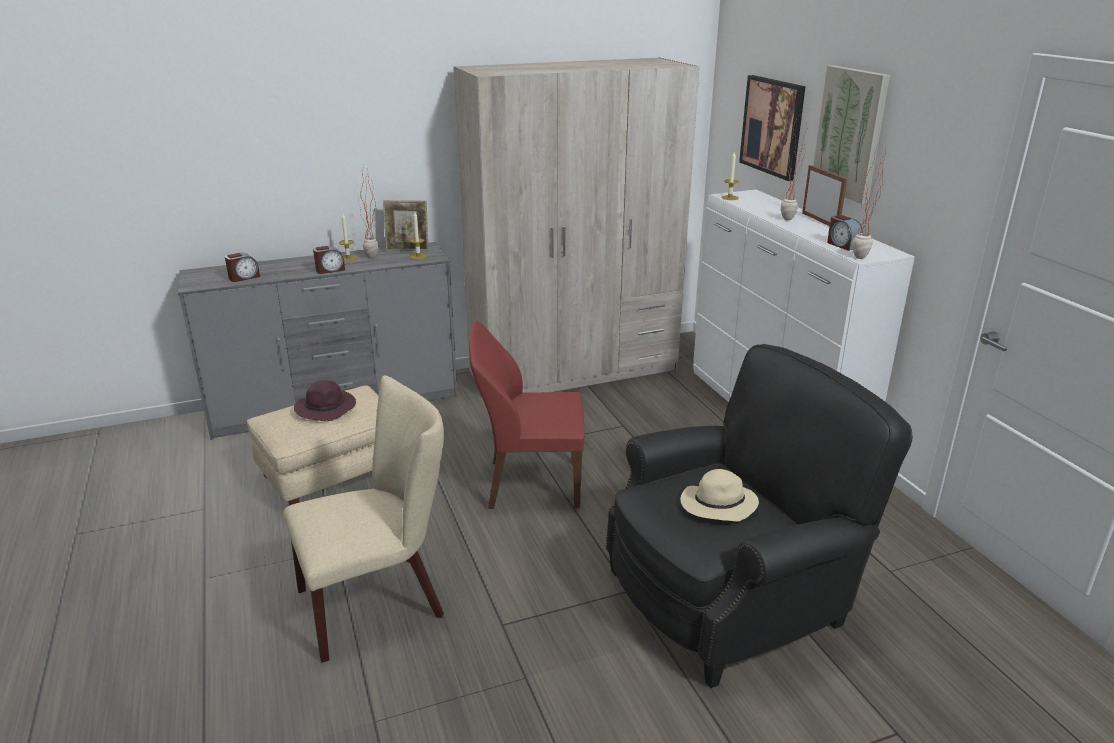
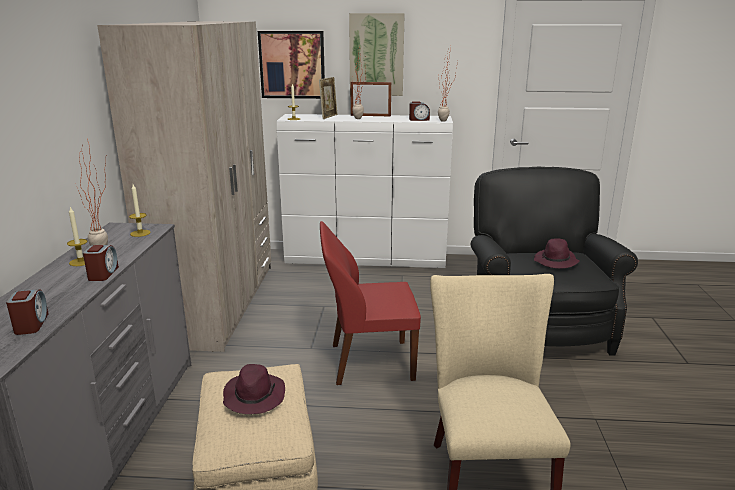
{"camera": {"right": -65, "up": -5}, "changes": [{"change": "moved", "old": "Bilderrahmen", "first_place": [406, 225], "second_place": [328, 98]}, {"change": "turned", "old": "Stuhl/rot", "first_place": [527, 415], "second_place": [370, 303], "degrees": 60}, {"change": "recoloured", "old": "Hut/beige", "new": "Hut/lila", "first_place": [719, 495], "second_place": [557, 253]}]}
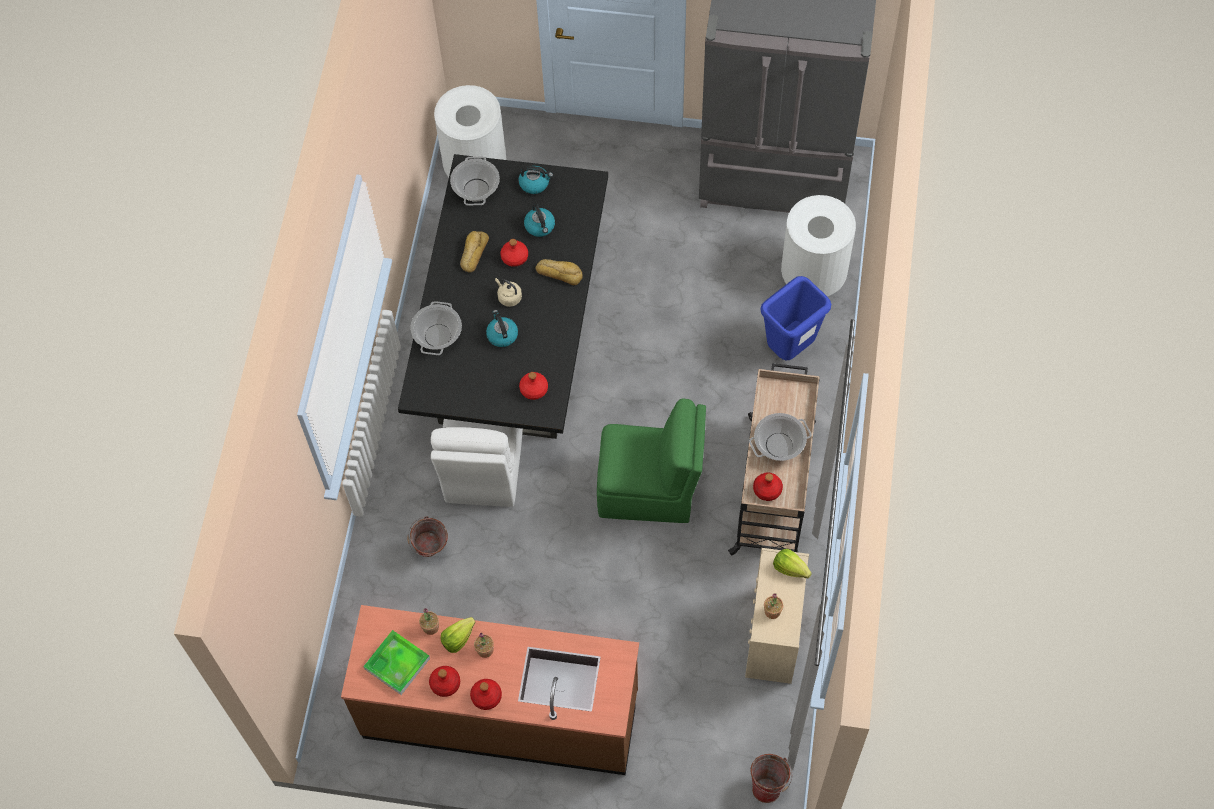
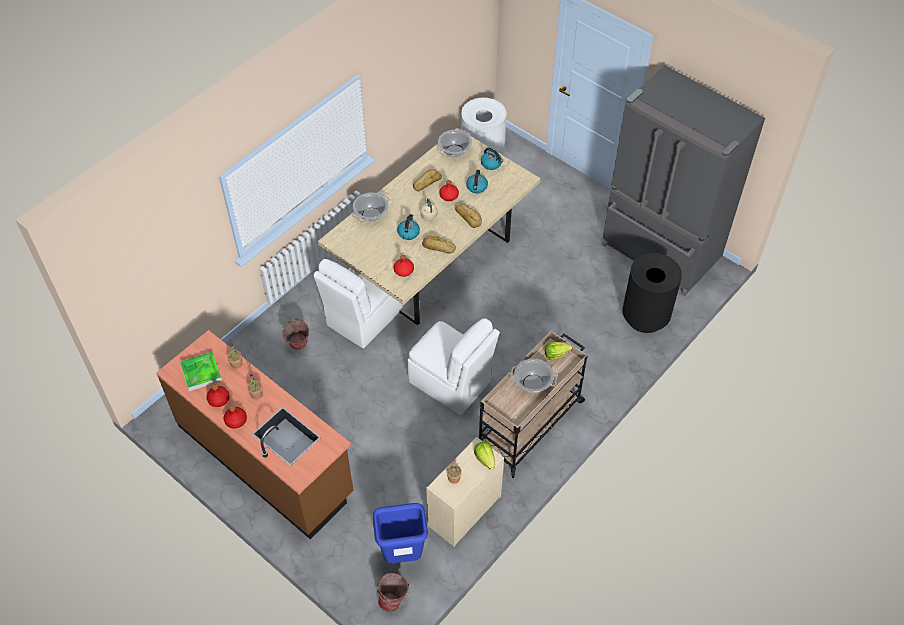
{"camera": {"right": 30, "up": -10}, "changes": [{"change": "recoloured", "old": "Esstisch/schwarz", "new": "Esstisch/beige", "first_place": [503, 296], "second_place": [429, 226]}, {"change": "recoloured", "old": "Mülleimer/weiß", "new": "Mülleimer/schwarz", "first_place": [818, 246], "second_place": [652, 293]}, {"change": "moved", "old": "Mülleimer/blau", "first_place": [795, 318], "second_place": [400, 533]}, {"change": "recoloured", "old": "Stuhl/grün", "new": "Stuhl/weiß", "first_place": [651, 460], "second_place": [454, 366]}, {"change": "removed", "old": "Flasche/rot", "first_place": [768, 487]}, {"change": "moved", "old": "Salatkopf", "first_place": [457, 635], "second_place": [558, 351]}, {"change": "added", "new": "Brot", "second_place": [439, 244]}]}
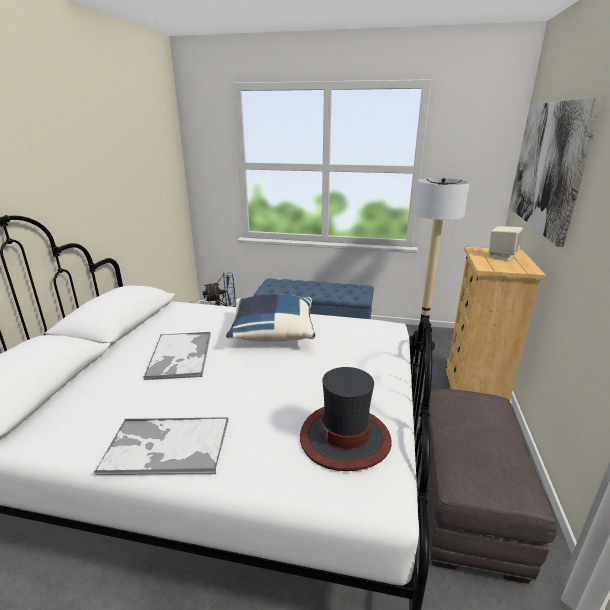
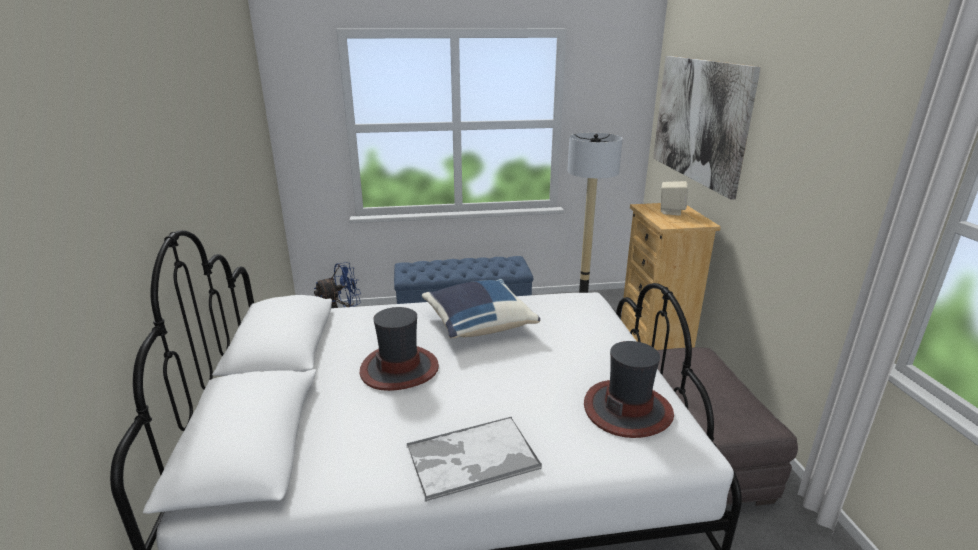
{"camera": {"right": -20, "up": 0}, "changes": [{"change": "replaced", "old": "Tablett", "new": "Hut", "first_place": [177, 356], "second_place": [399, 349]}]}
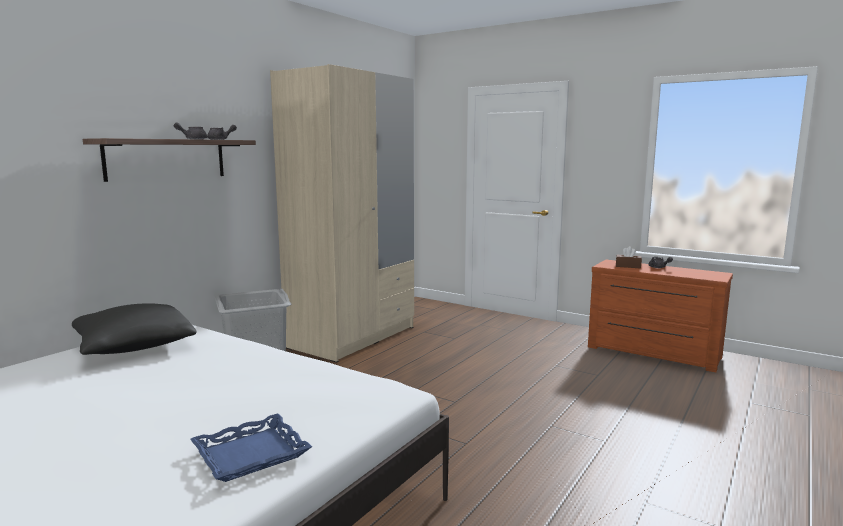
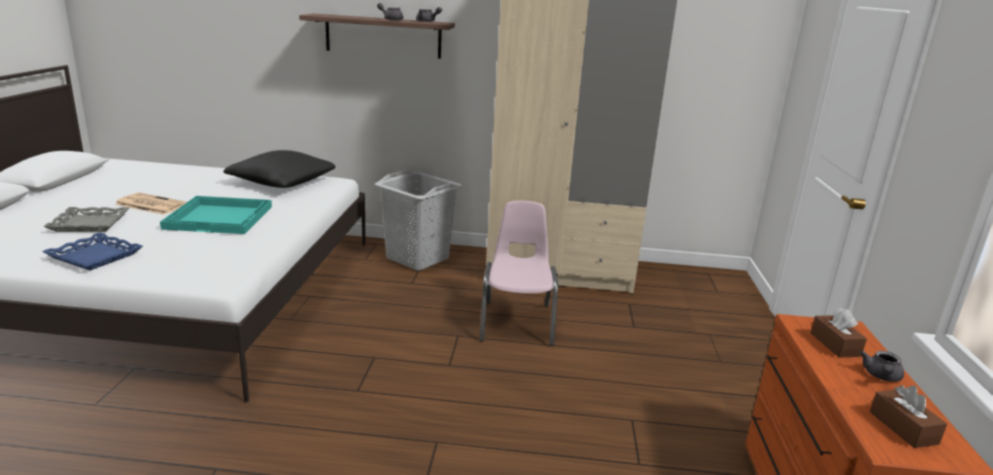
{"camera": {"right": 60, "up": 10}, "changes": [{"change": "added", "new": "Zeitung", "second_place": [150, 204]}, {"change": "added", "new": "Tablett/türkis", "second_place": [216, 215]}, {"change": "added", "new": "Stuhl/rosa", "second_place": [519, 273]}, {"change": "added", "new": "Tablett/grau", "second_place": [86, 219]}, {"change": "added", "new": "Taschentuchbox/braun", "second_place": [908, 416]}]}
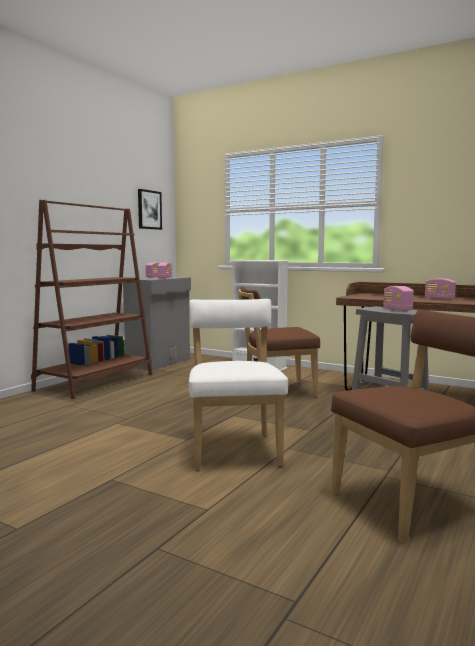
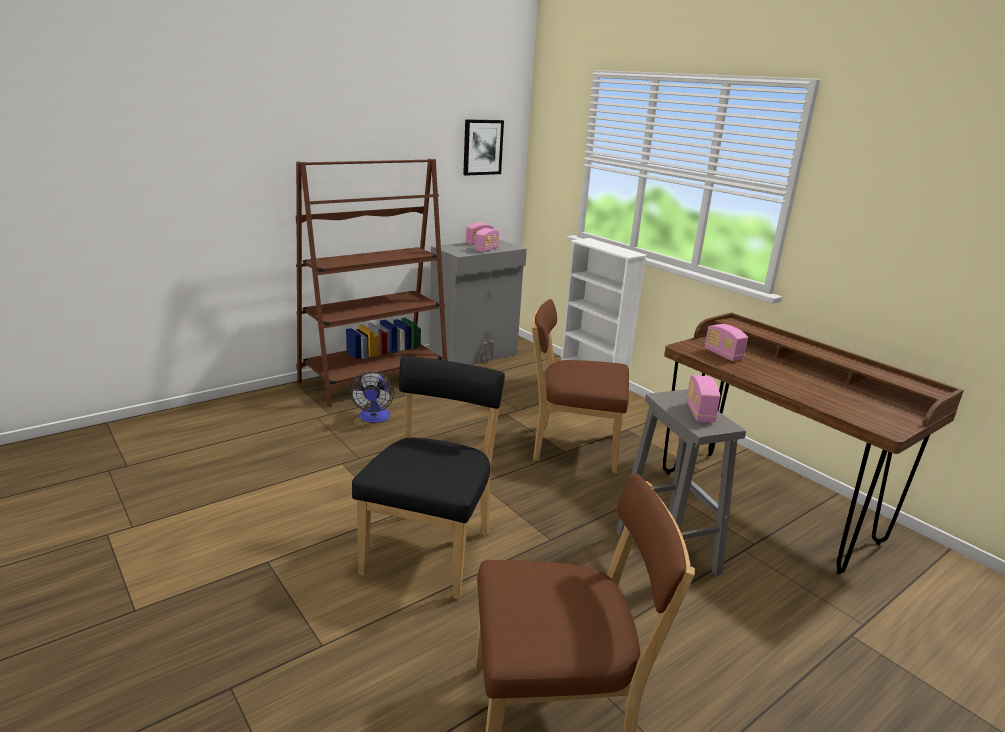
{"camera": {"right": 20, "up": 15}, "changes": [{"change": "moved", "old": "Radio", "first_place": [440, 289], "second_place": [726, 342]}, {"change": "recoloured", "old": "Stuhl/weiß", "new": "Stuhl/schwarz", "first_place": [238, 385], "second_place": [428, 477]}, {"change": "added", "new": "Ventilator", "second_place": [371, 397]}]}
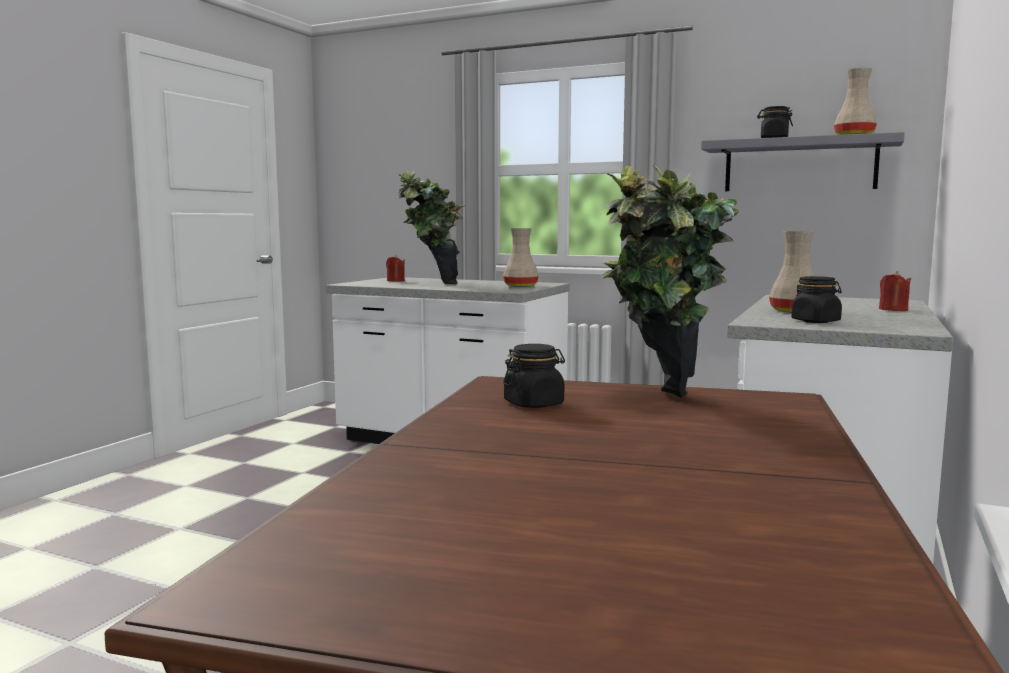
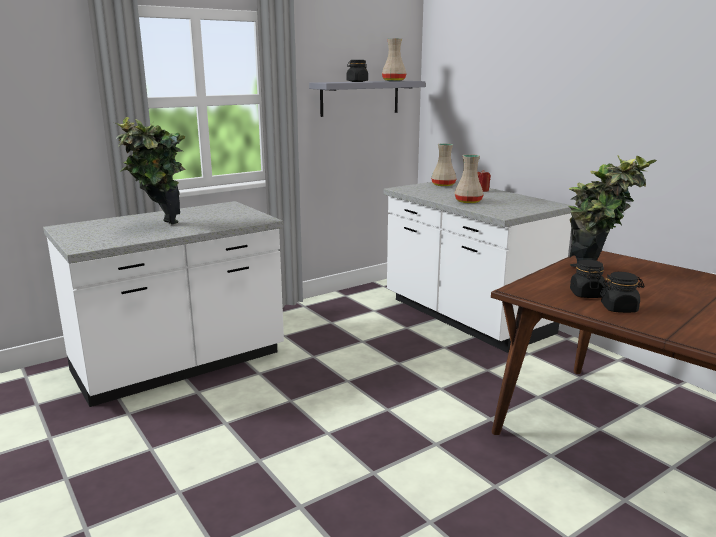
{"camera": {"right": -60, "up": 10}, "changes": [{"change": "moved", "old": "Vase/beige", "first_place": [521, 257], "second_place": [444, 164]}, {"change": "removed", "old": "Kerze/rot", "first_place": [395, 268]}, {"change": "moved", "old": "Vorratsglas/schwarz", "first_place": [816, 299], "second_place": [622, 292]}]}
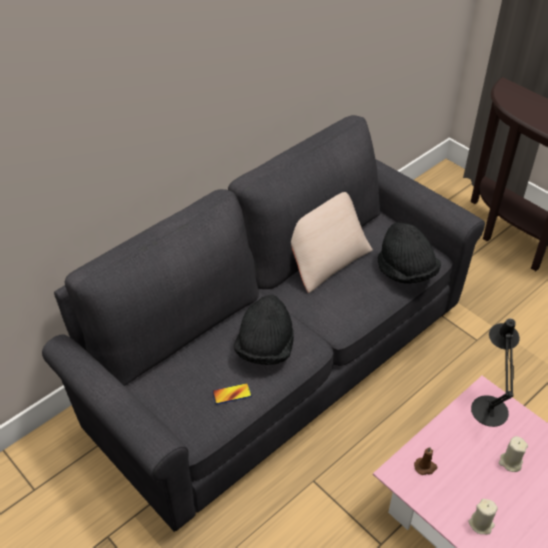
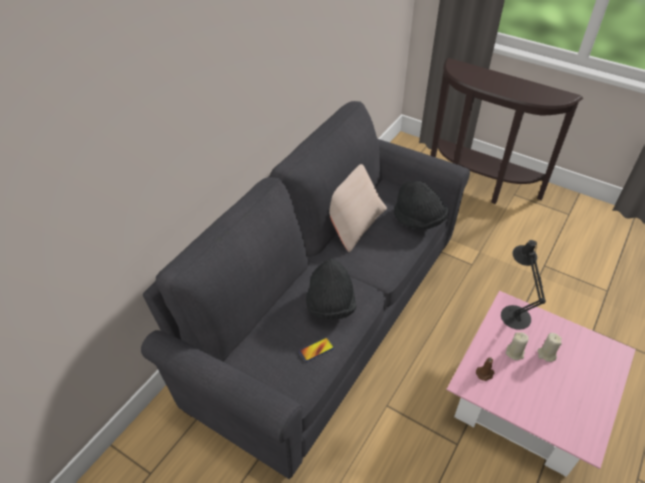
{"camera": {"right": -15, "up": 0}, "changes": [{"change": "moved", "old": "Kerze/beige", "first_place": [483, 517], "second_place": [517, 346]}]}
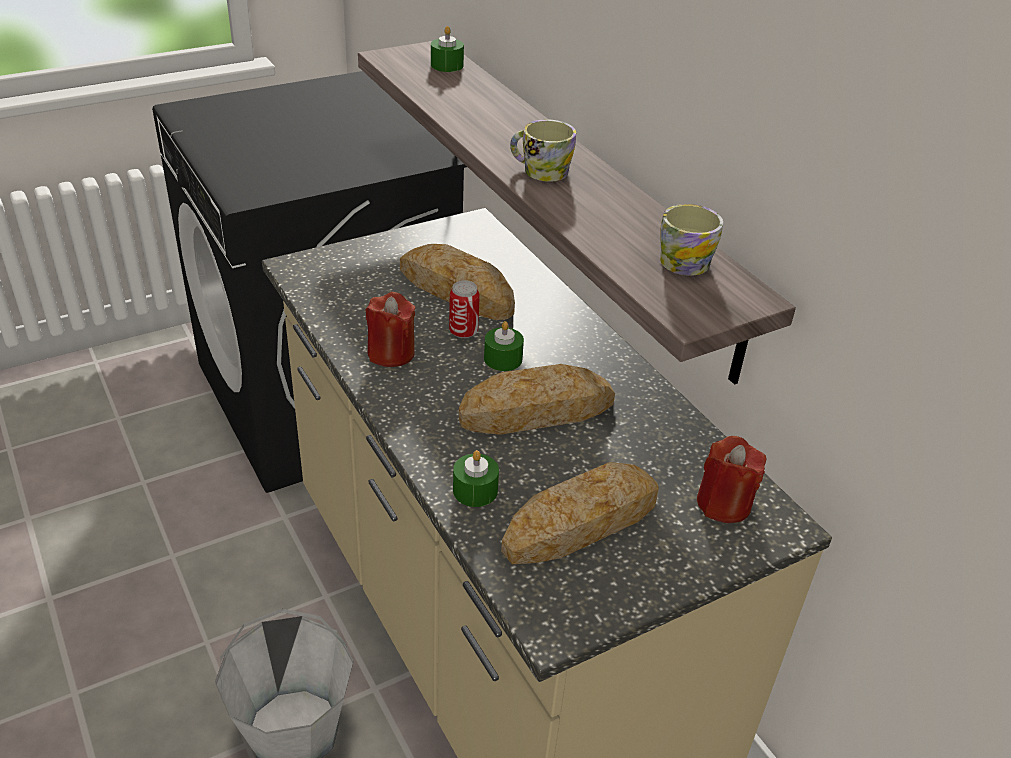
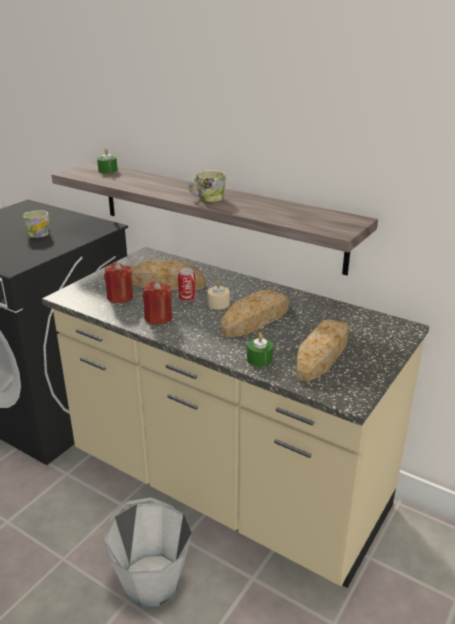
{"camera": {"right": -25, "up": -10}, "changes": [{"change": "moved", "old": "Henkelbecher", "first_place": [691, 240], "second_place": [36, 224]}, {"change": "recoloured", "old": "Kerze/grün", "new": "Kerze/beige", "first_place": [504, 346], "second_place": [219, 295]}, {"change": "moved", "old": "Kerze/rot", "first_place": [731, 479], "second_place": [118, 282]}]}
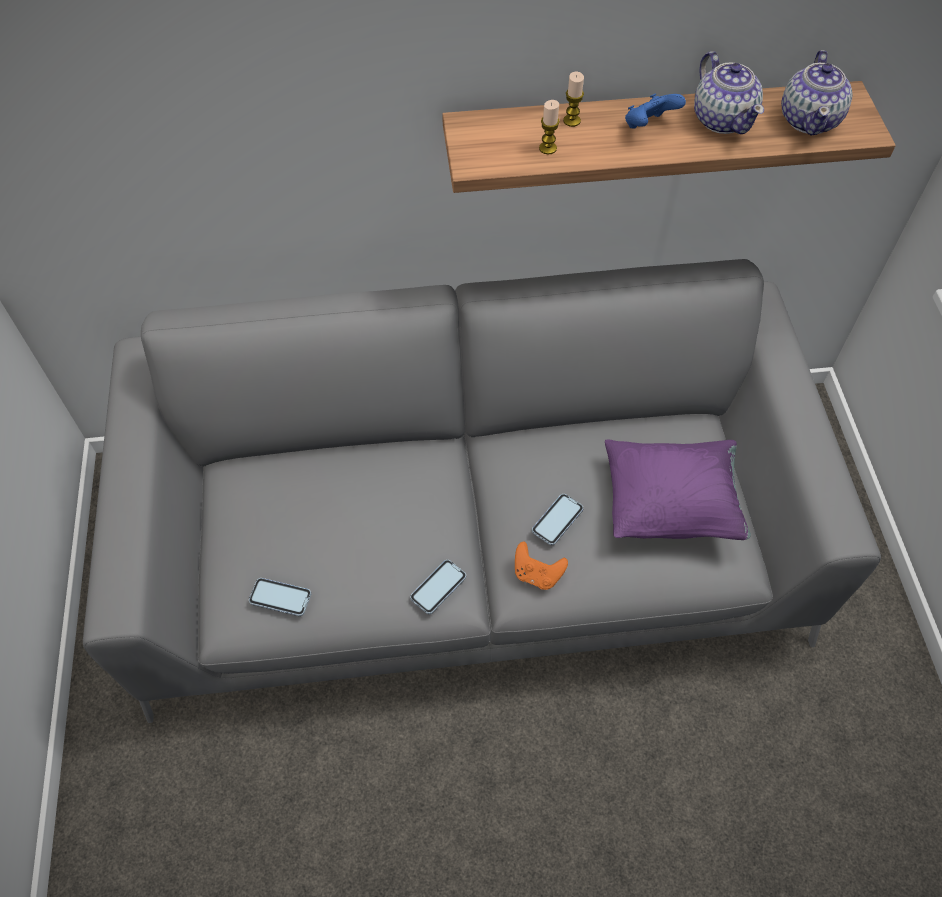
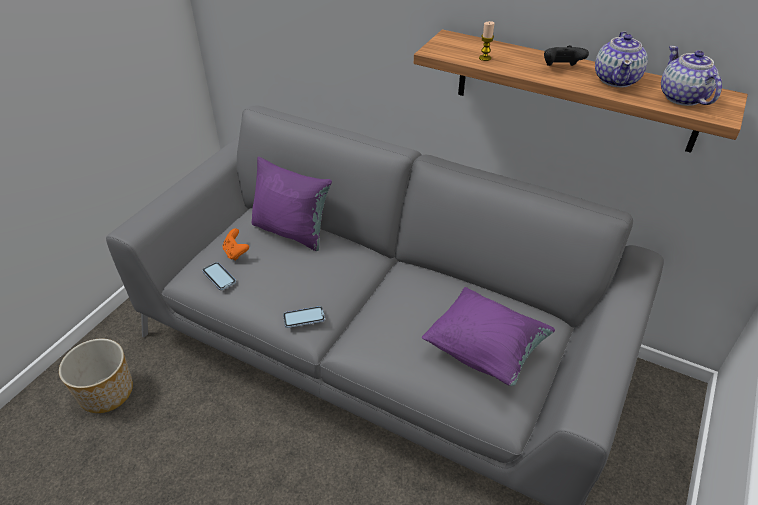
{"camera": {"right": 35, "up": -15}, "changes": [{"change": "turned", "old": "Teekanne", "first_place": [817, 93], "second_place": [691, 76], "degrees": 120}, {"change": "removed", "old": "Kerze", "first_place": [573, 99]}, {"change": "recoloured", "old": "Gamepad/blau", "new": "Gamepad/schwarz", "first_place": [655, 111], "second_place": [566, 55]}, {"change": "removed", "old": "Handy", "first_place": [557, 519]}, {"change": "moved", "old": "Gamepad/orange", "first_place": [541, 566], "second_place": [236, 244]}, {"change": "added", "new": "Kissen/lila", "second_place": [292, 204]}, {"change": "added", "new": "Pflanzkübel", "second_place": [96, 376]}]}
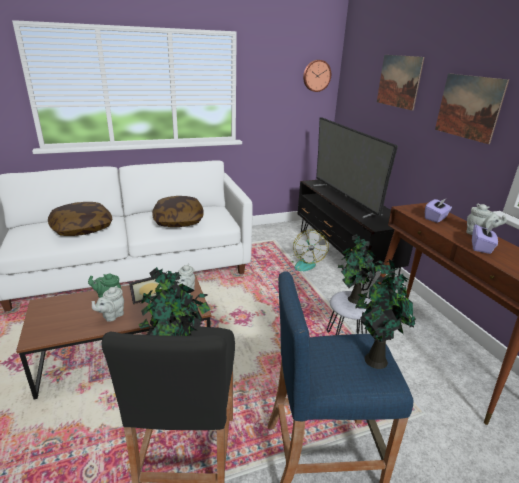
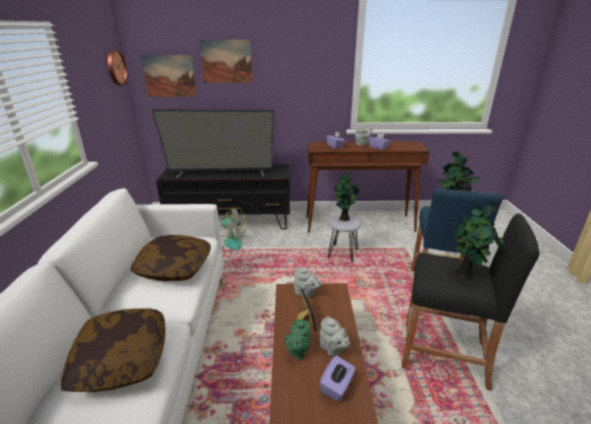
{"camera": {"right": -70, "up": 0}, "changes": [{"change": "moved", "old": "Bild", "first_place": [472, 108], "second_place": [169, 76]}, {"change": "added", "new": "Taschentuchbox/lila", "second_place": [337, 378]}]}
